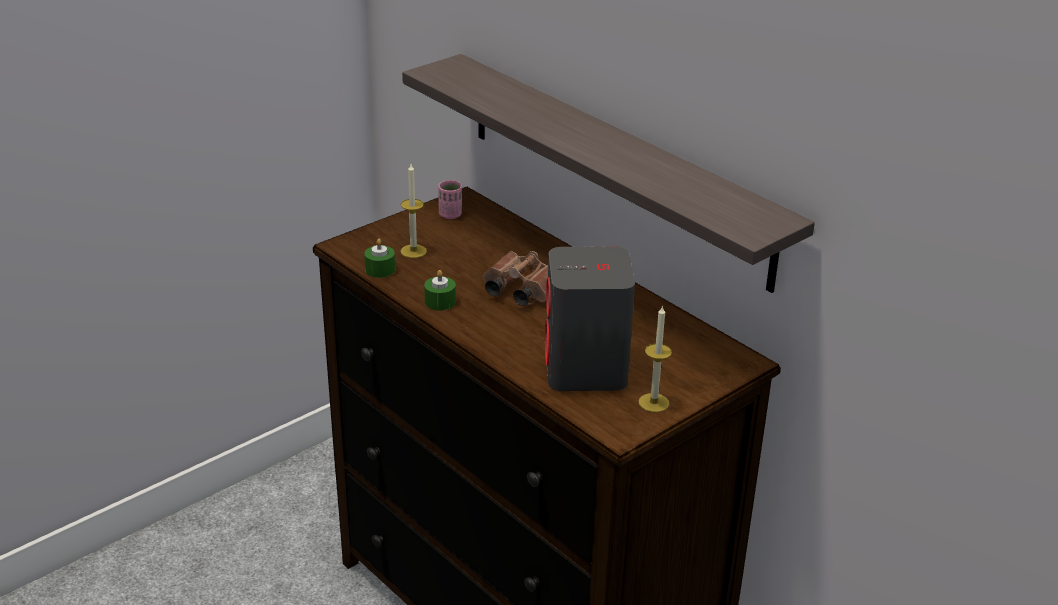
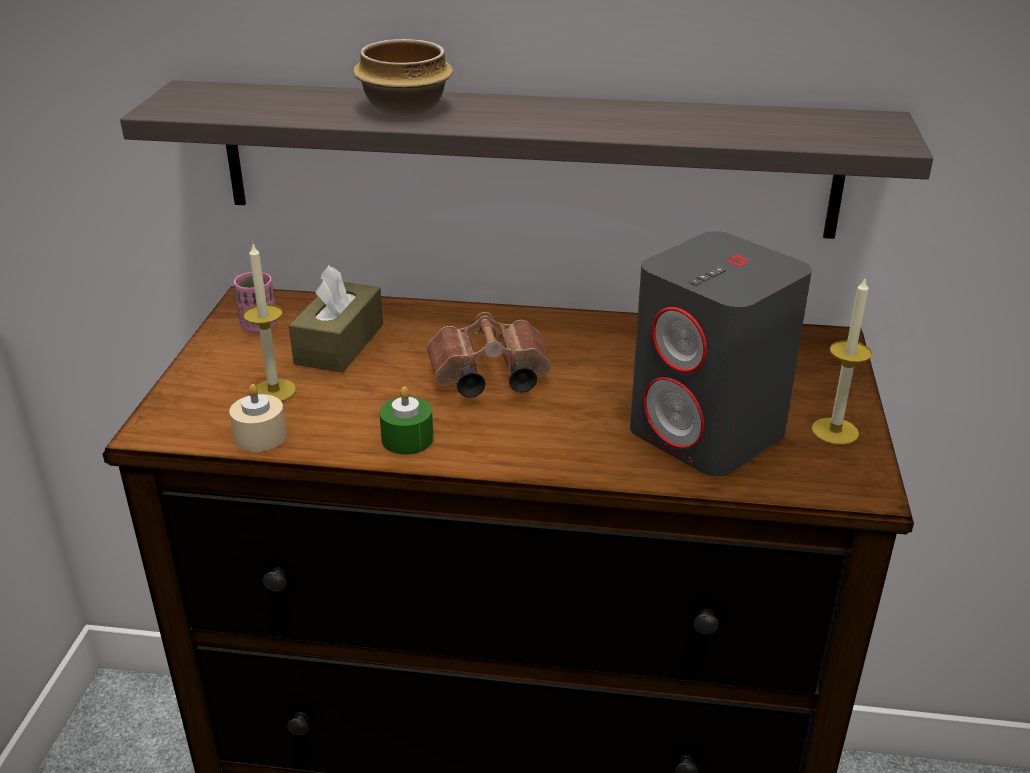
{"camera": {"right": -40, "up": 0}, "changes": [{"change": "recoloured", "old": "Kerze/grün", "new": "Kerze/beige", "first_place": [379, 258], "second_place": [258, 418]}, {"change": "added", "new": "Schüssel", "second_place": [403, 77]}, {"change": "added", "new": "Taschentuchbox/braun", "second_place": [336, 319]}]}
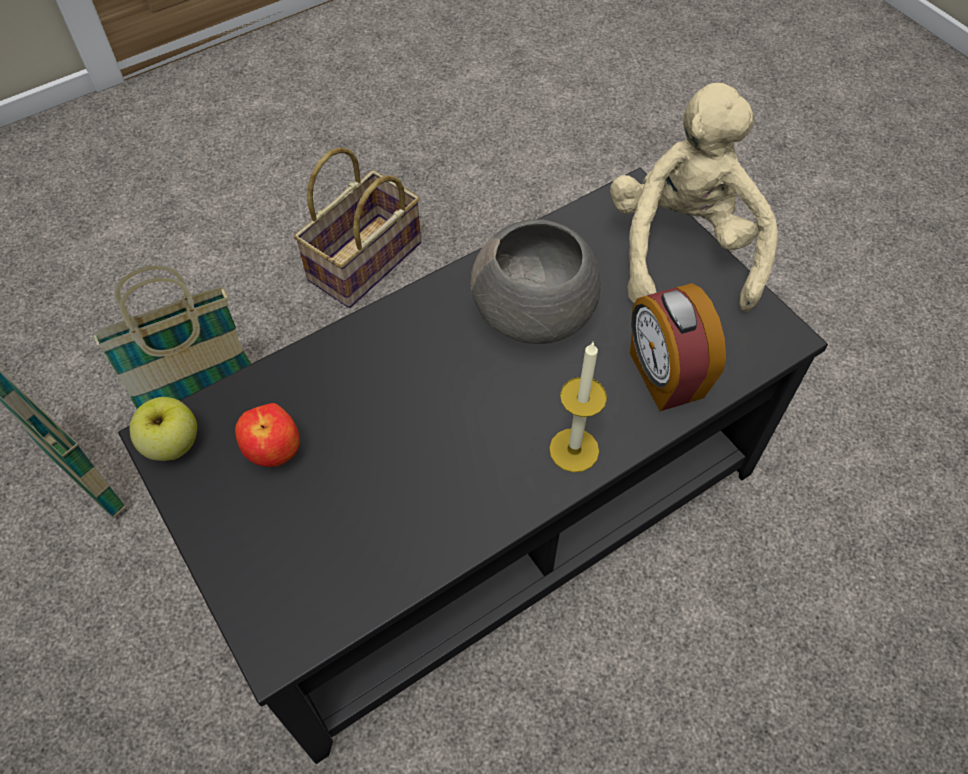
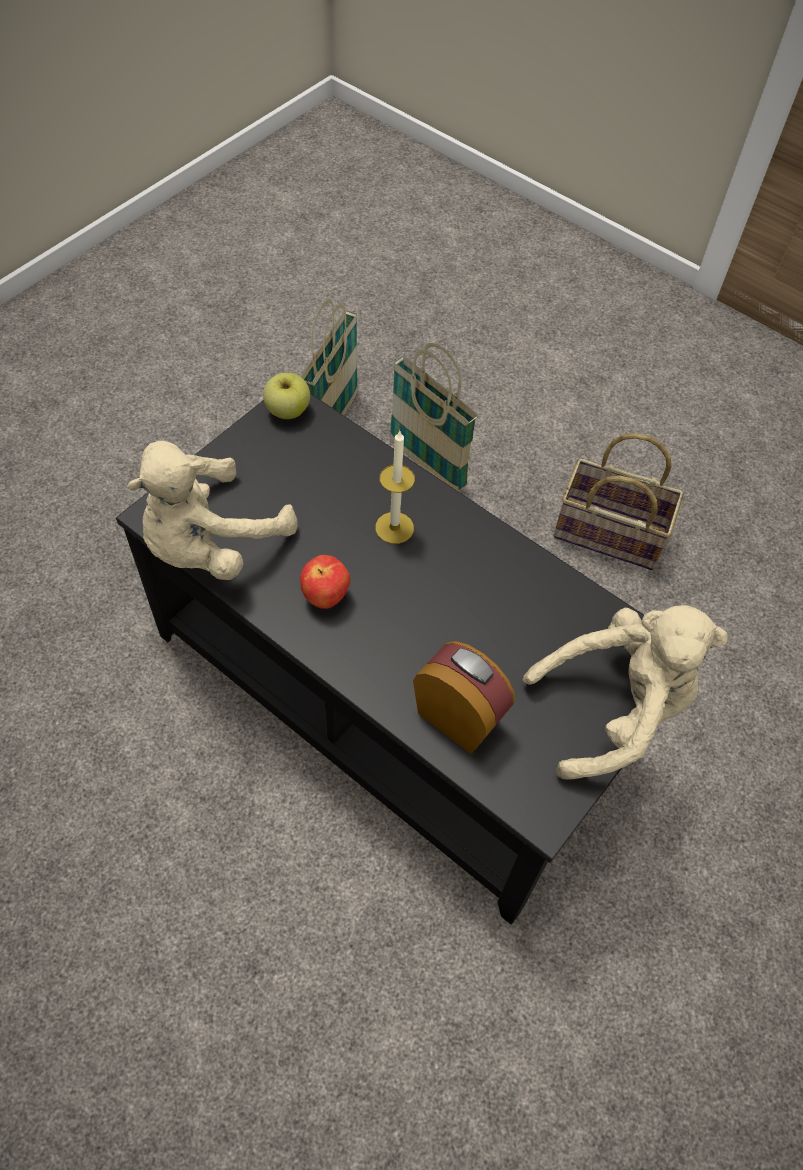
{"camera": {"right": 70, "up": 0}, "changes": [{"change": "removed", "old": "Schüssel/grau", "first_place": [536, 281]}, {"change": "turned", "old": "Wecker", "first_place": [678, 347], "second_place": [464, 697], "degrees": 75}, {"change": "moved", "old": "Kerze", "first_place": [578, 407], "second_place": [395, 487]}, {"change": "moved", "old": "Apfel", "first_place": [267, 435], "second_place": [325, 582]}, {"change": "added", "new": "Plüschtier/beige", "second_place": [212, 510]}]}
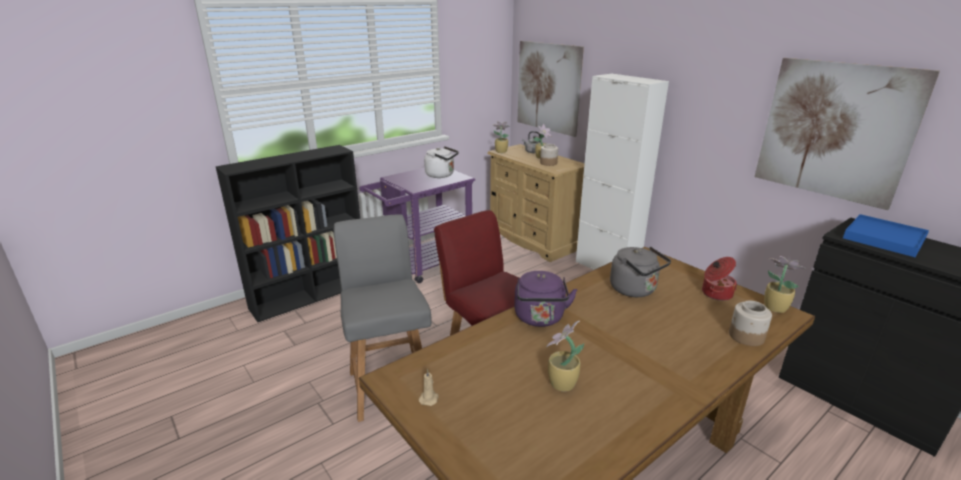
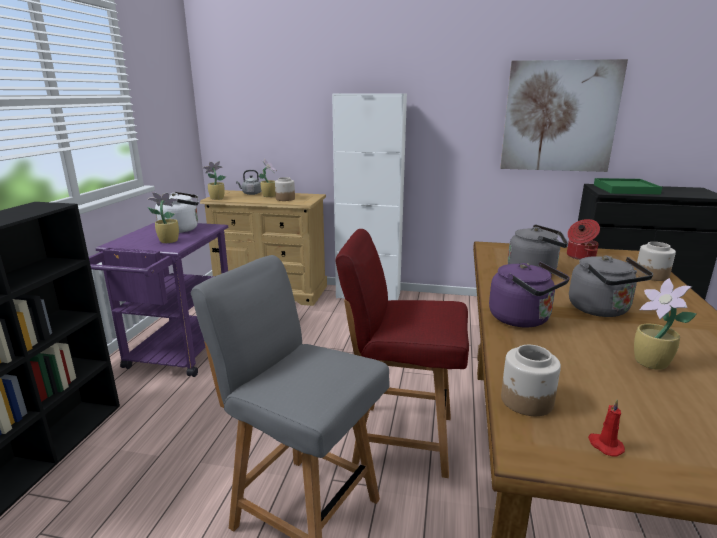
{"camera": {"right": -40, "up": -5}, "changes": [{"change": "removed", "old": "Bild", "first_place": [550, 89]}, {"change": "recoloured", "old": "Tablett/blau", "new": "Tablett/grün", "first_place": [886, 235], "second_place": [628, 186]}, {"change": "moved", "old": "Topfpflanze", "first_place": [785, 284], "second_place": [163, 217]}, {"change": "recoloured", "old": "Kerze/beige", "new": "Kerze/rot", "first_place": [429, 387], "second_place": [606, 428]}, {"change": "added", "new": "Wasserkessel/grau", "second_place": [611, 286]}, {"change": "added", "new": "Vorratsglas", "second_place": [531, 380]}]}
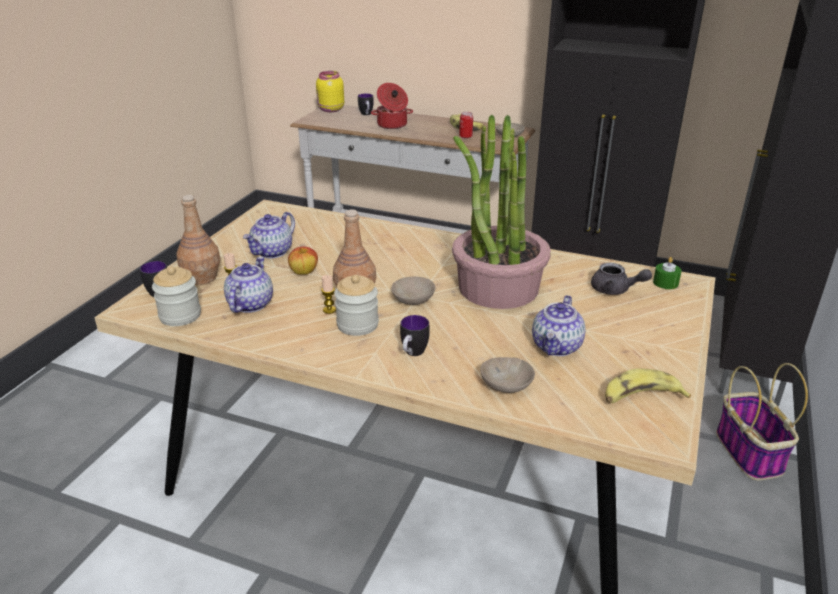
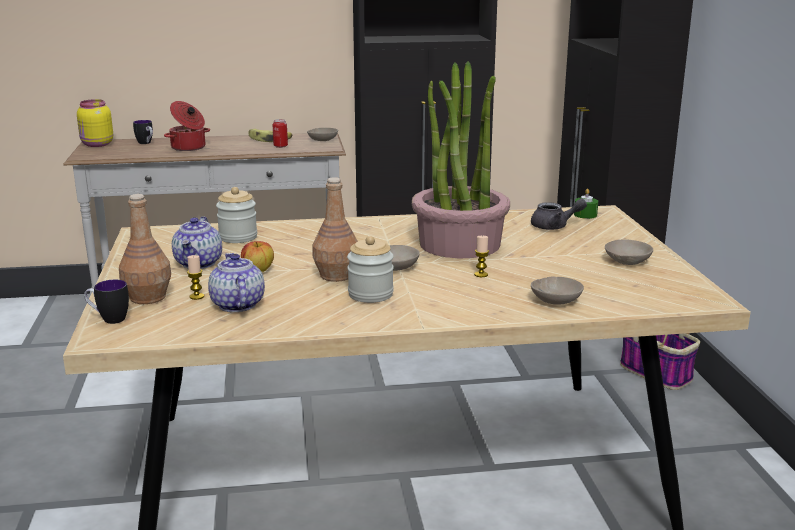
{"camera": {"right": -30, "up": -10}, "changes": [{"change": "moved", "old": "Vorratsglas", "first_place": [176, 296], "second_place": [236, 215]}, {"change": "moved", "old": "Kerze", "first_place": [328, 294], "second_place": [481, 256]}, {"change": "removed", "old": "Teekanne", "first_place": [559, 325]}, {"change": "removed", "old": "Henkelbecher", "first_place": [415, 335]}, {"change": "removed", "old": "Banane", "first_place": [648, 385]}, {"change": "added", "new": "Schüssel/beige", "second_place": [629, 252]}]}
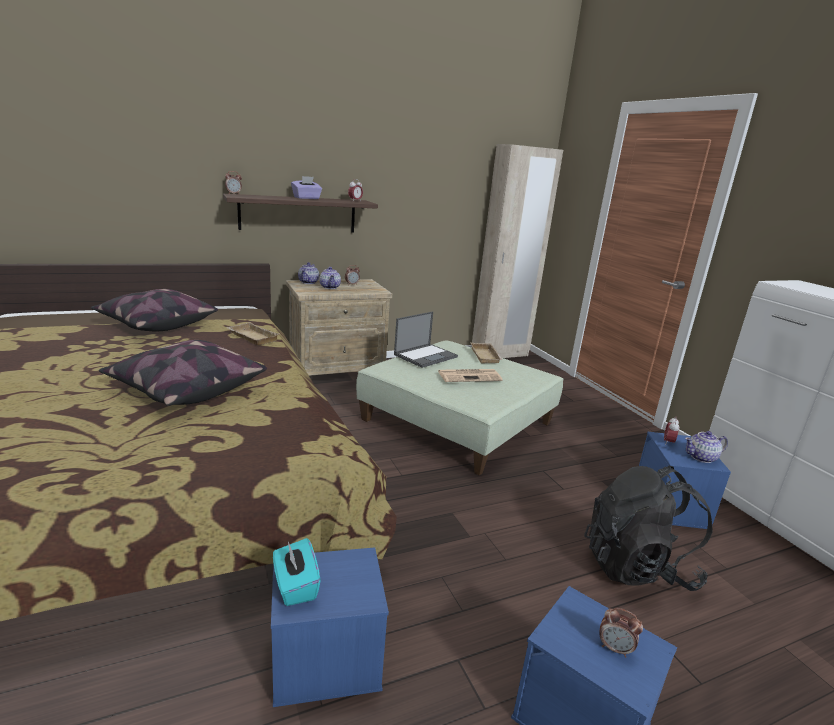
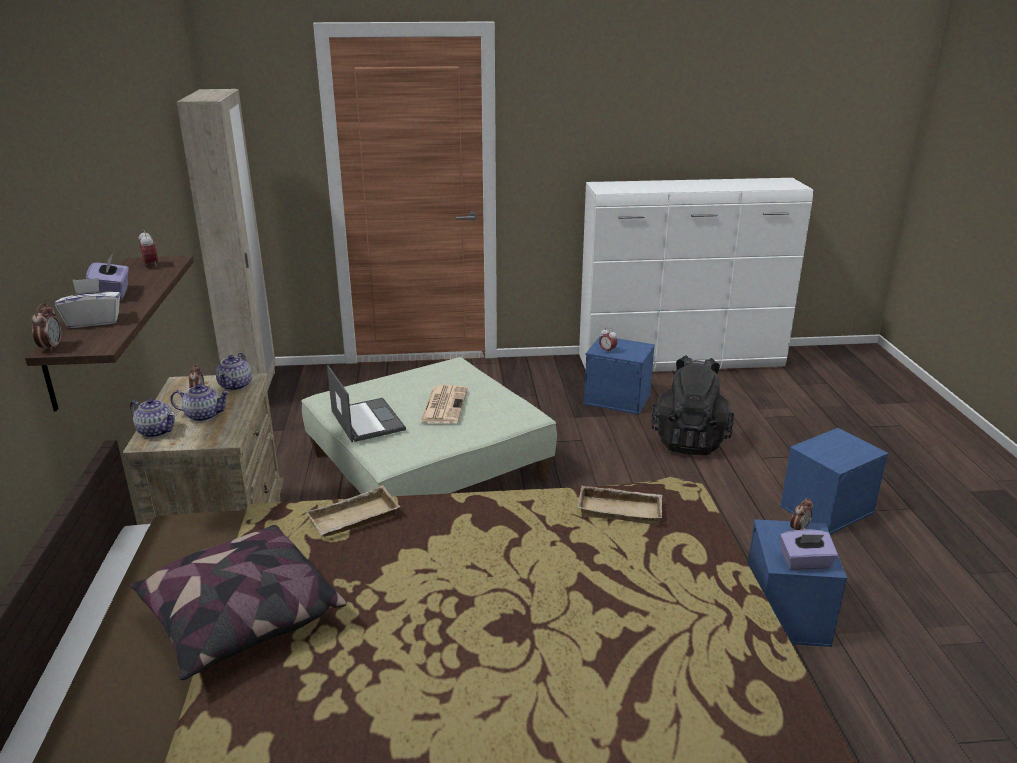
{"camera": {"right": -70, "up": 5}, "changes": [{"change": "removed", "old": "Kissen", "first_place": [183, 373]}, {"change": "moved", "old": "Tablett/beige", "first_place": [486, 353], "second_place": [619, 505]}, {"change": "moved", "old": "Teekanne", "first_place": [706, 447], "second_place": [234, 372]}, {"change": "recoloured", "old": "Taschentuchbox/türkis", "new": "Taschentuchbox/lila", "first_place": [297, 572], "second_place": [809, 549]}, {"change": "moved", "old": "Wecker", "first_place": [621, 632], "second_place": [801, 514]}, {"change": "added", "new": "Taschentuchbox/weiß", "second_place": [87, 303]}]}
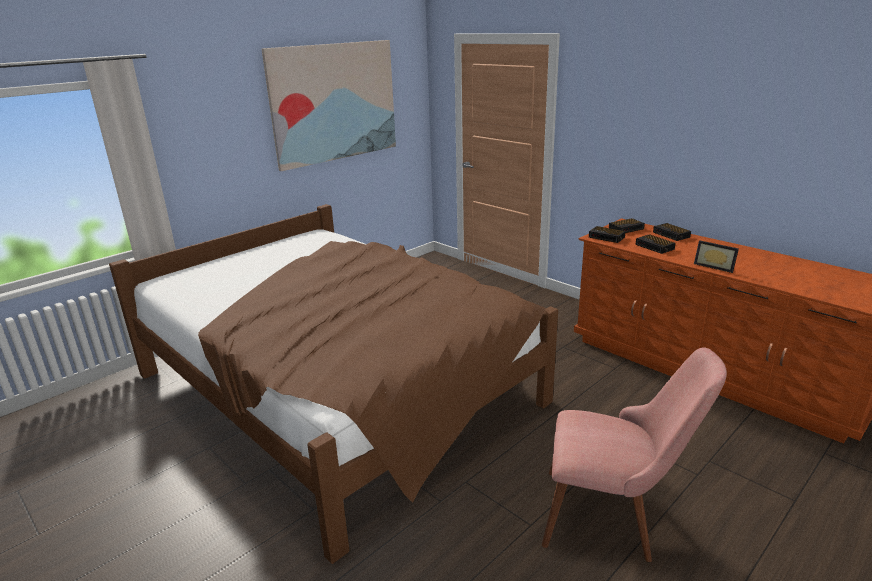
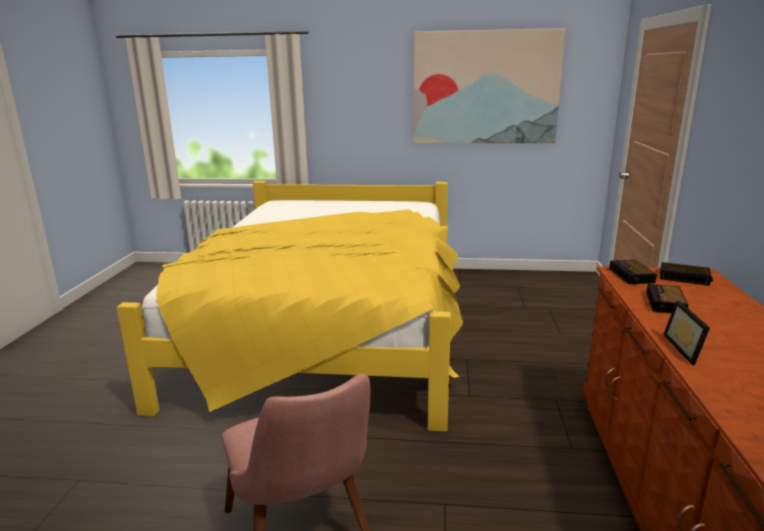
{"camera": {"right": 50, "up": -5}, "changes": [{"change": "recoloured", "old": "Bett/braun", "new": "Bett/gelb", "first_place": [333, 384], "second_place": [290, 306]}, {"change": "removed", "old": "Wecker", "first_place": [672, 232]}]}
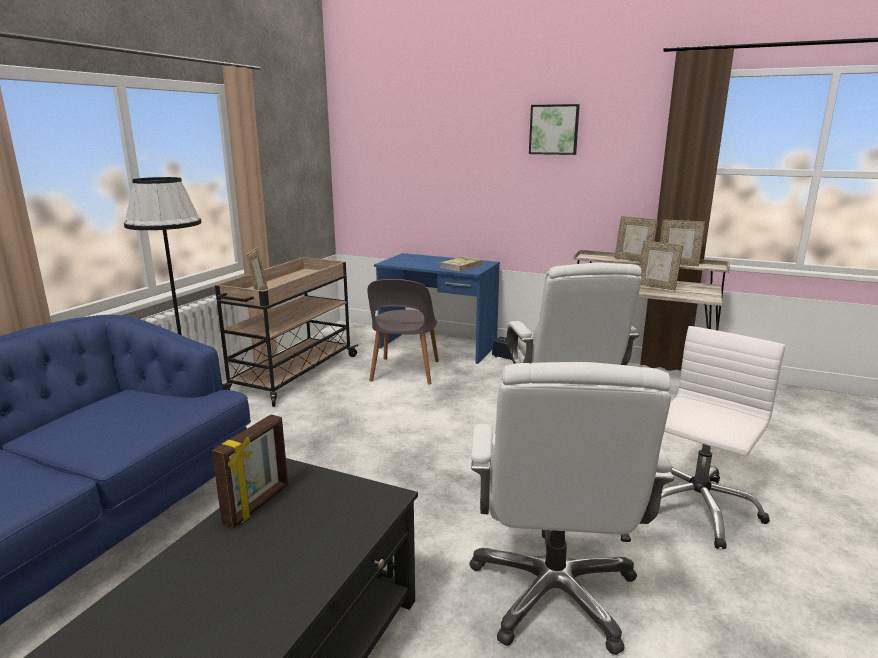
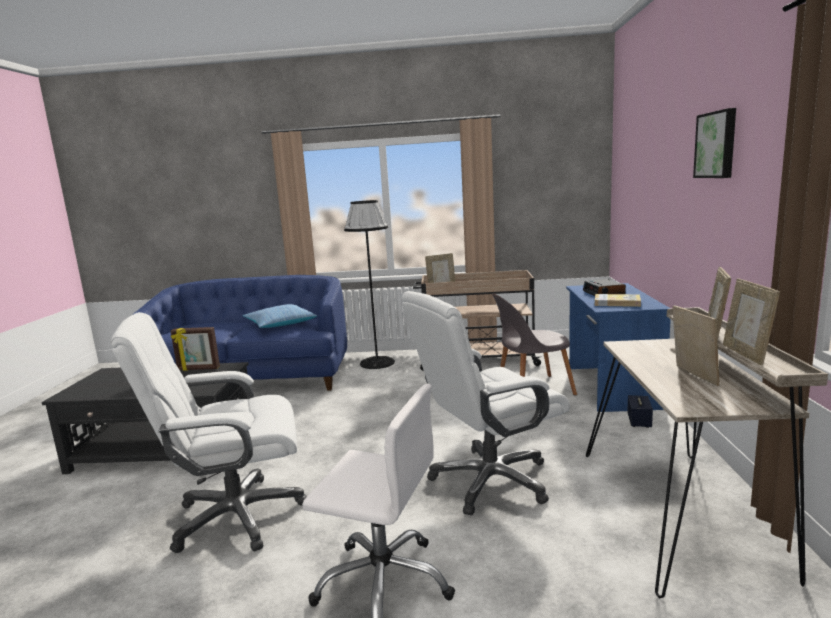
{"camera": {"right": 70, "up": -5}, "changes": [{"change": "turned", "old": "Bilderrahmen", "first_place": [661, 265], "second_place": [696, 345], "degrees": 150}, {"change": "added", "new": "Wecker", "second_place": [604, 287]}, {"change": "added", "new": "Kissen", "second_place": [280, 316]}]}
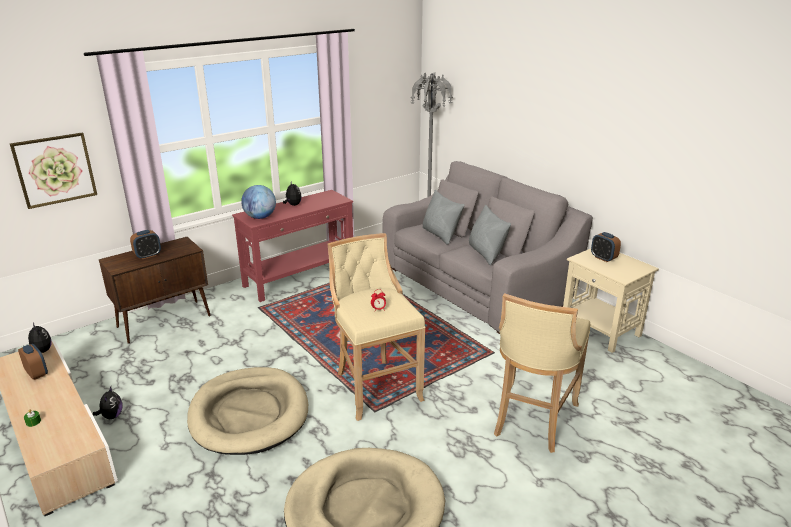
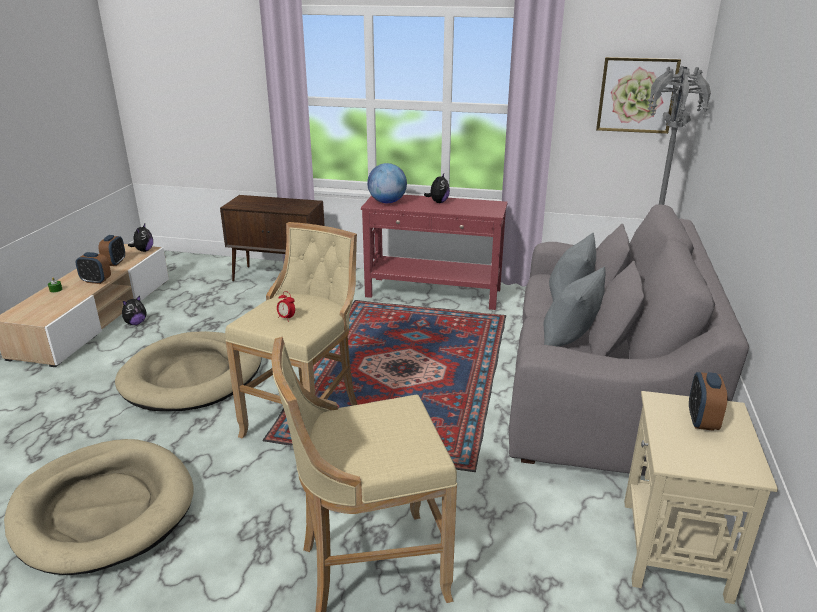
{"camera": {"right": 50, "up": 0}, "changes": [{"change": "moved", "old": "Bild", "first_place": [53, 170], "second_place": [638, 95]}, {"change": "moved", "old": "Wecker", "first_place": [145, 244], "second_place": [93, 268]}]}
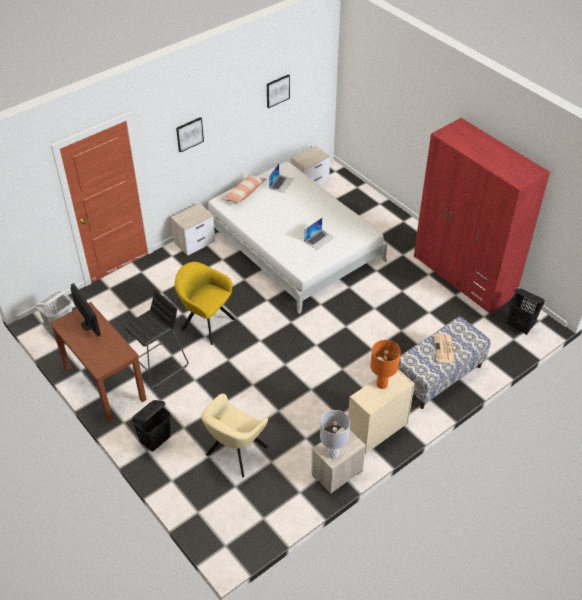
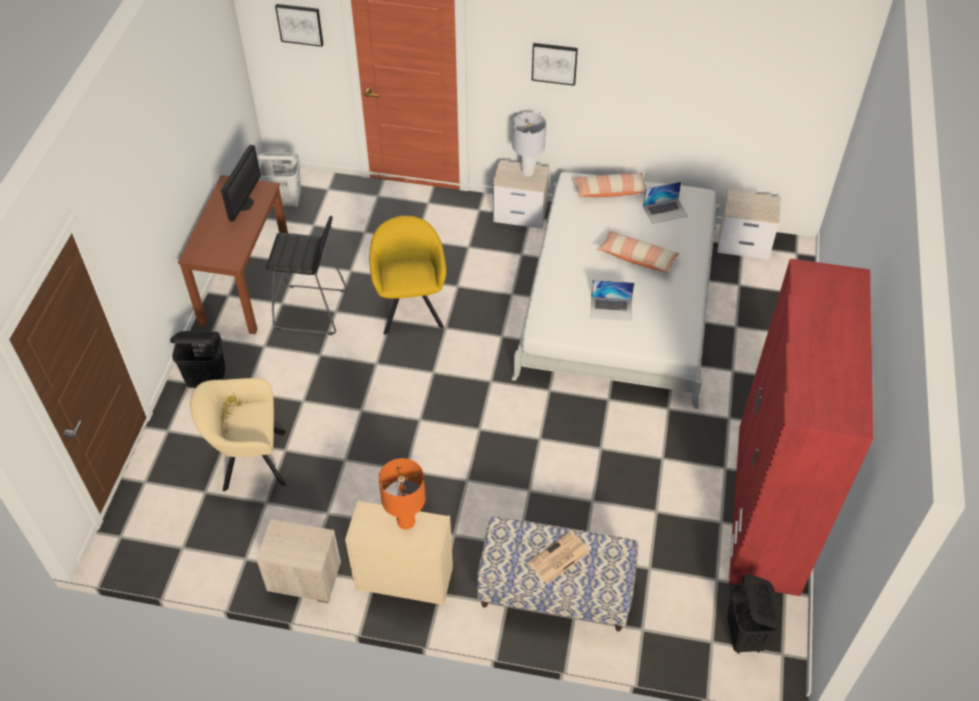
{"camera": {"right": 50, "up": 5}, "changes": [{"change": "moved", "old": "Bild", "first_place": [278, 91], "second_place": [299, 25]}, {"change": "moved", "old": "Tischlampe/grau", "first_place": [335, 434], "second_place": [529, 144]}, {"change": "added", "new": "Kissen", "second_place": [638, 251]}]}
